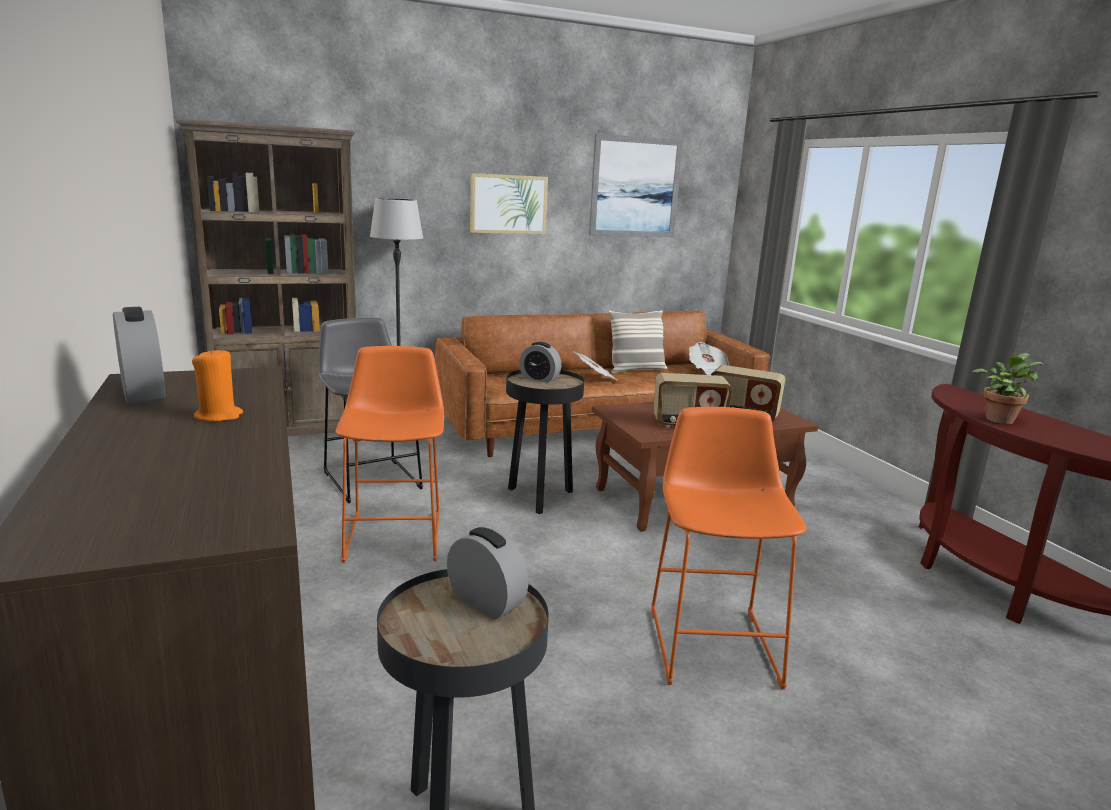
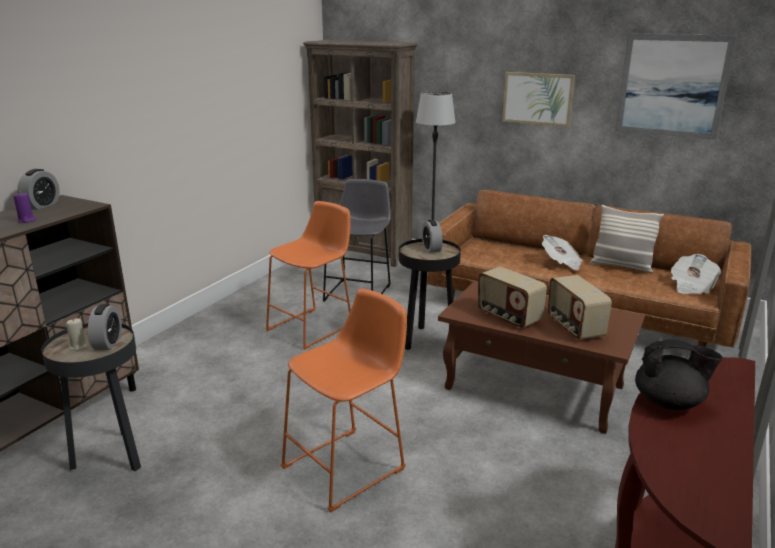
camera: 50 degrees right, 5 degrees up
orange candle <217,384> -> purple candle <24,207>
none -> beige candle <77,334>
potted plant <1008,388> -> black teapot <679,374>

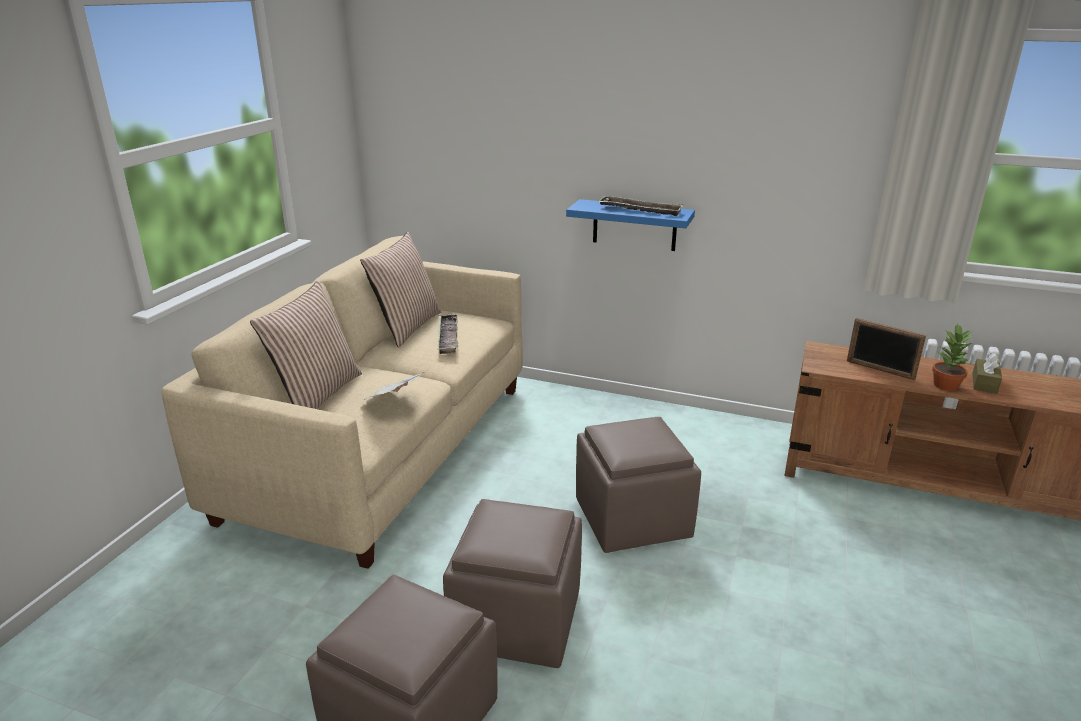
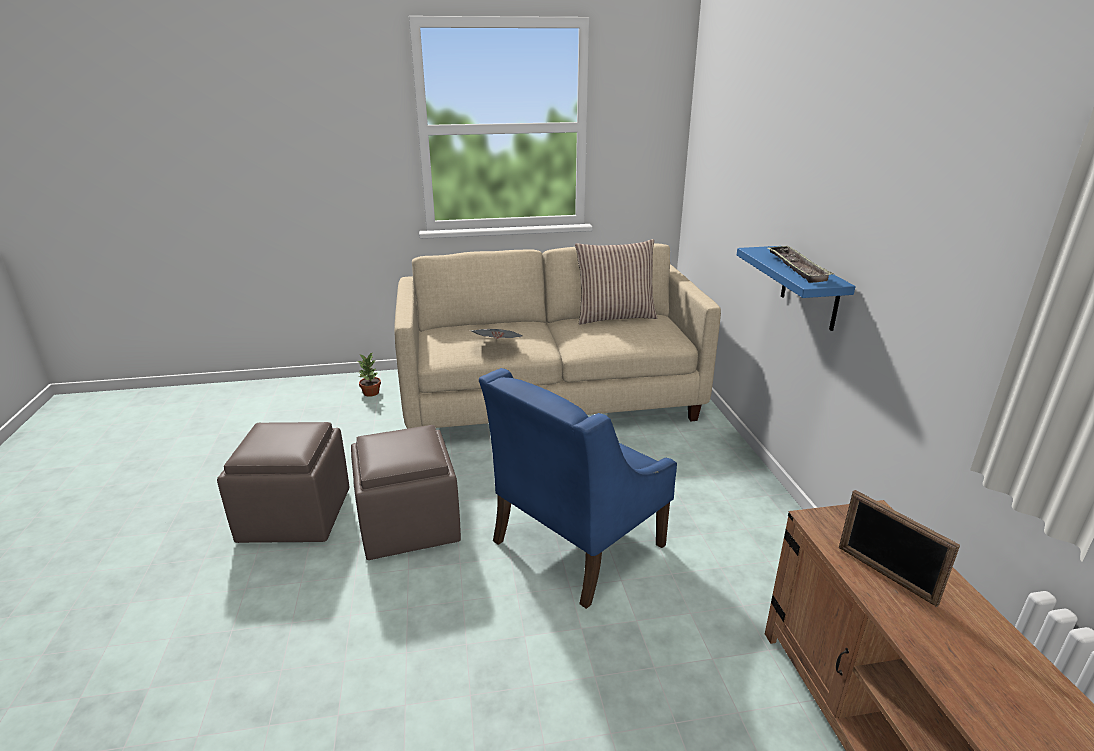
camera: 60 degrees right, 0 degrees up
potted plant <952,357> -> potted plant <369,375>, shifted
brown ottoman <638,485> -> blue armchair <578,488>
picture frame <886,349> -> picture frame <899,548>, 45 degrees counterclockwise
pillow <306,344> -> none
tray <448,334> -> none
brown tissue box <987,373> -> none

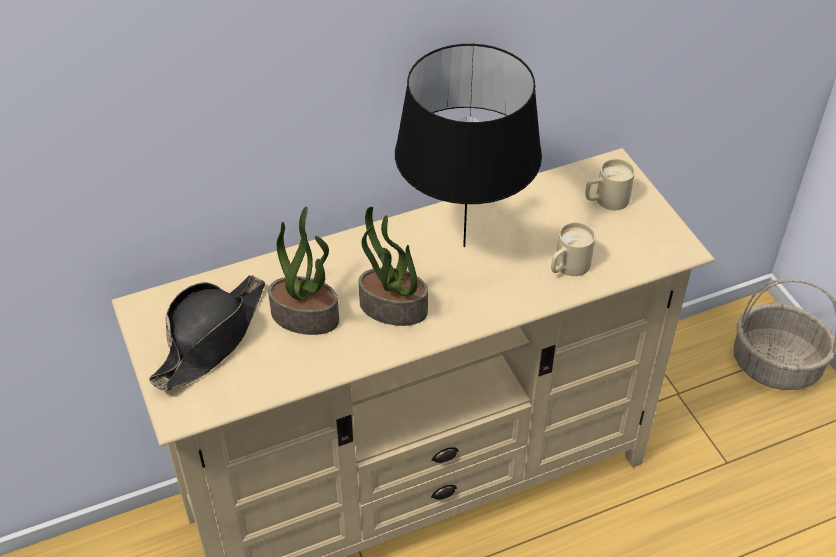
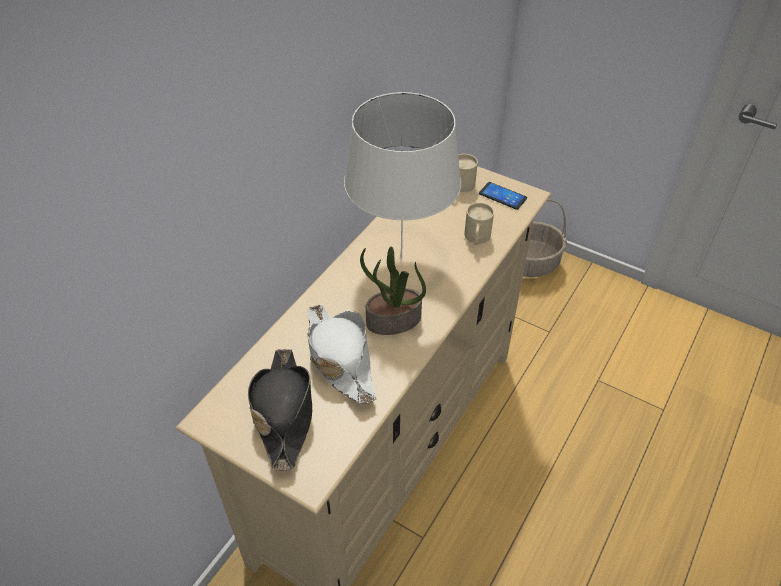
camera: 35 degrees left, 0 degrees up
potted plant <303,270> -> white hat <342,354>
black table lamp <468,145> -> white table lamp <402,175>
none -> phone <503,196>

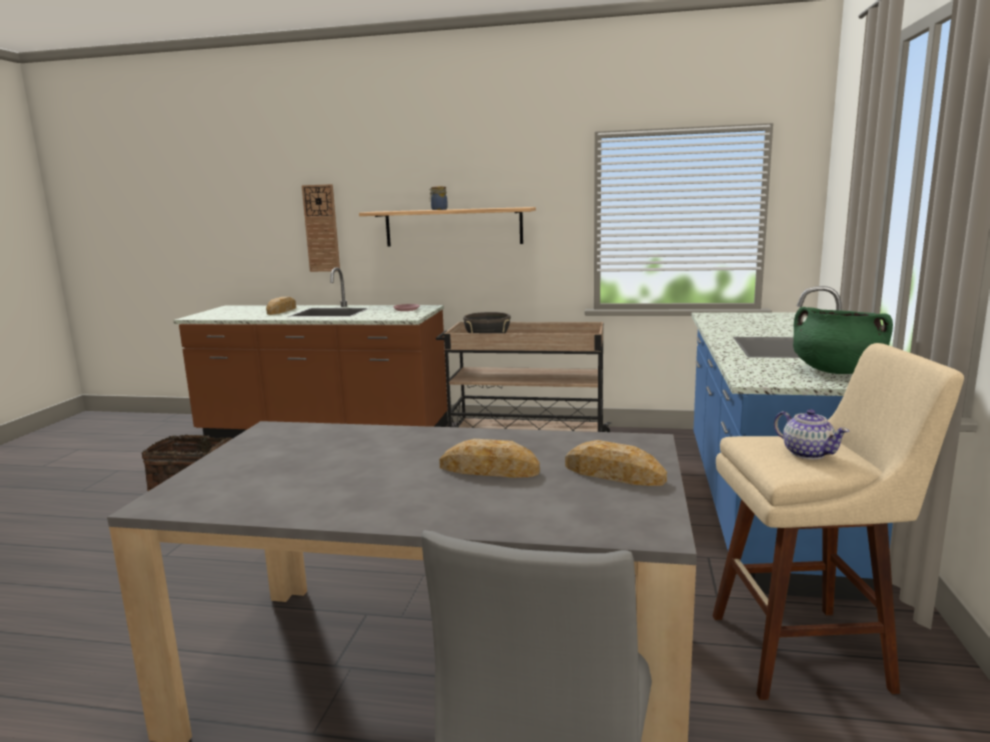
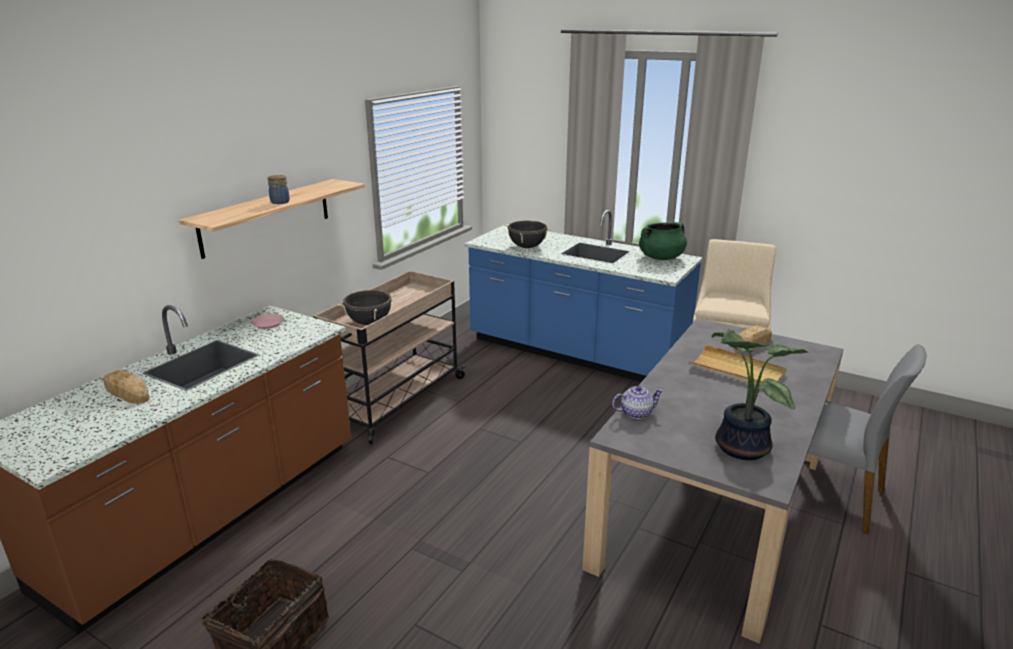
camera: 70 degrees left, 10 degrees up
none -> black cooking pot <527,234>
teapot <811,434> -> teapot <638,402>, shifted
bread <489,458> -> beige tray <738,366>
none -> potted plant <761,394>
wall clock <321,228> -> none

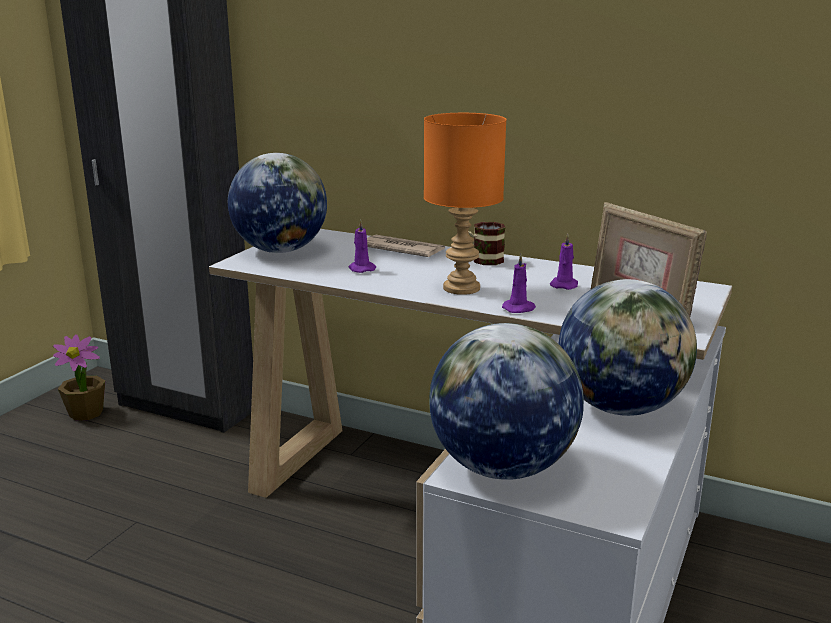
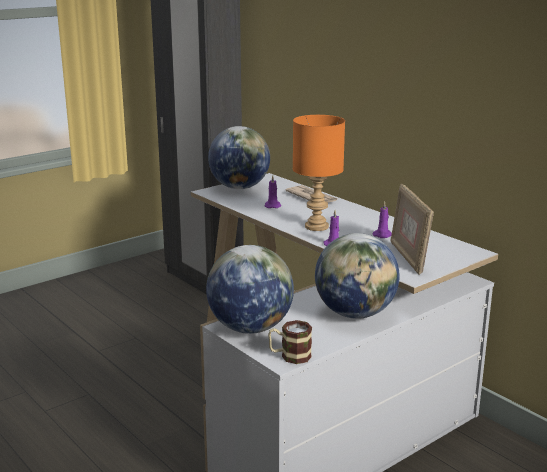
camera: 25 degrees right, 0 degrees up
mug <486,243> -> mug <290,342>, shifted
potted plant <79,378> -> none

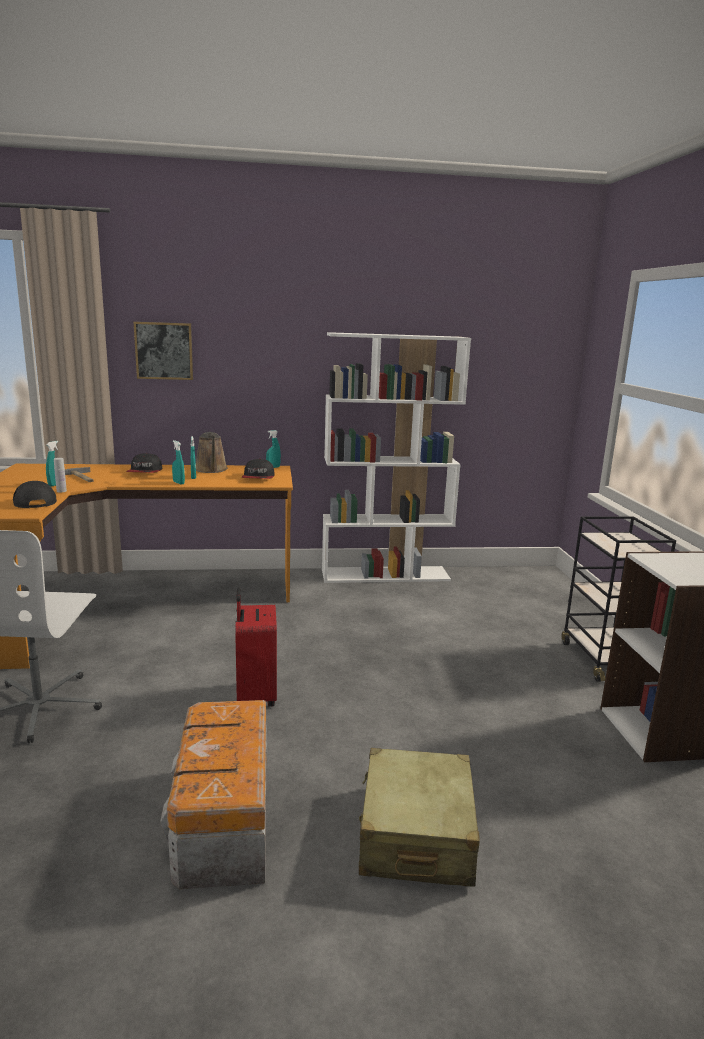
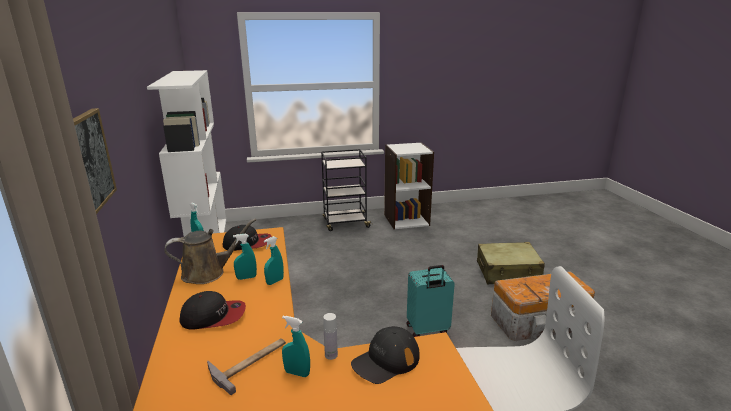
camera: 95 degrees left, 5 degrees up
red suitcase <256,647> -> turquoise suitcase <430,301>

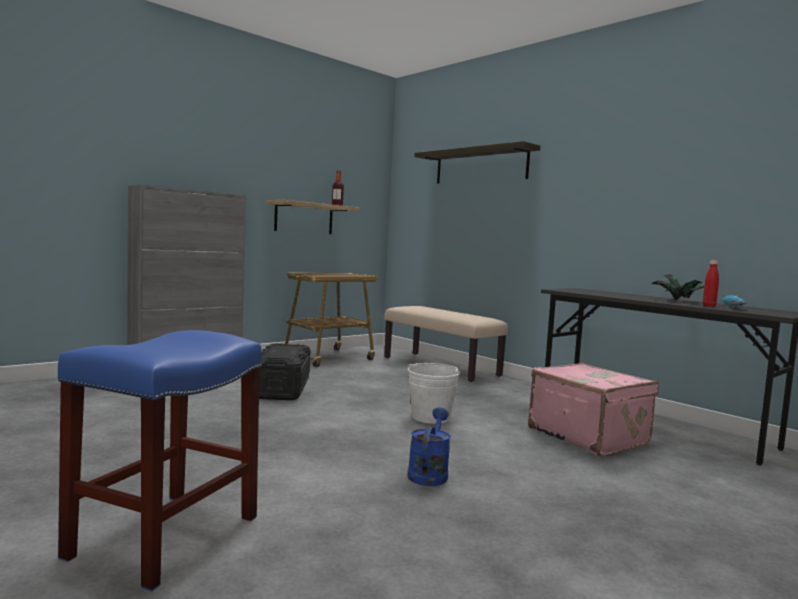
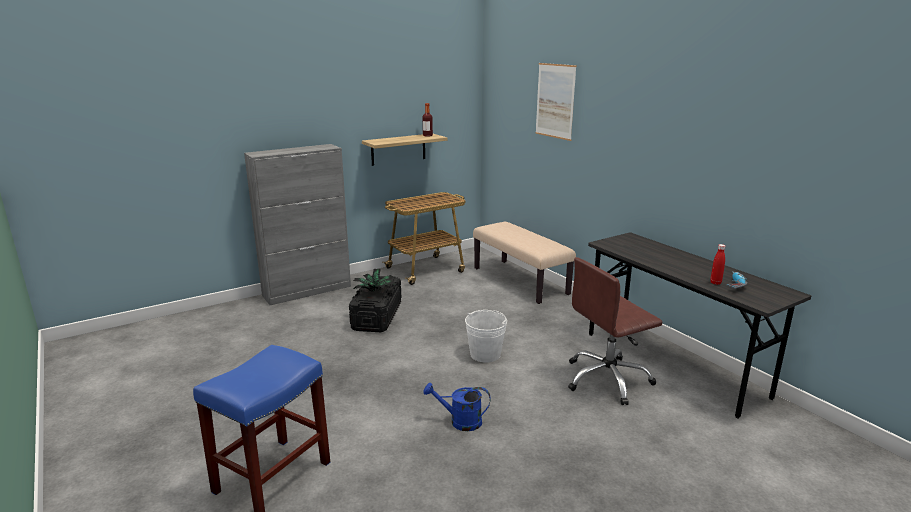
camera: 10 degrees right, 15 degrees up
potted plant <677,287> -> potted plant <374,280>, shifted
blue watering can <429,446> -> blue watering can <457,407>, 105 degrees counterclockwise
shelf <477,162> -> picture <556,102>
pink suitcase <593,409> -> brown office chair <615,331>

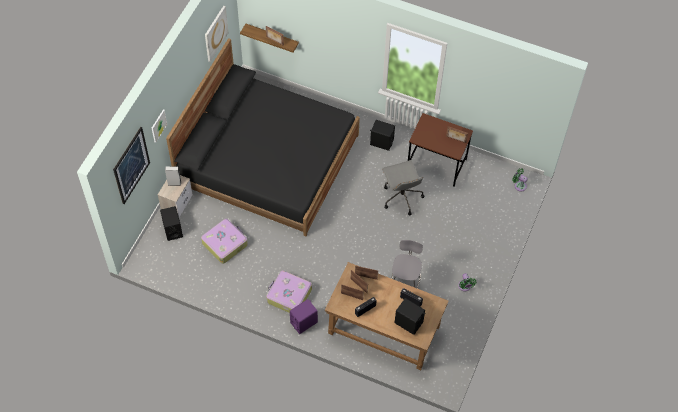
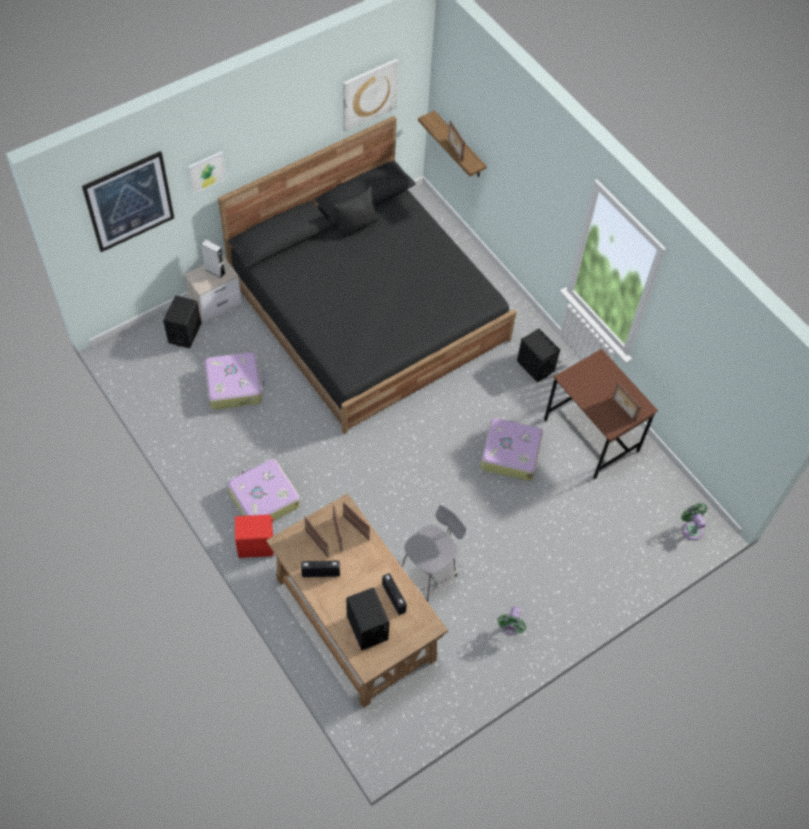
camera: 30 degrees right, 0 degrees up
purple speaker <304,316> -> red speaker <254,536>
none -> black pillow <356,212>
grey office chair <403,187> -> suitcase <511,449>

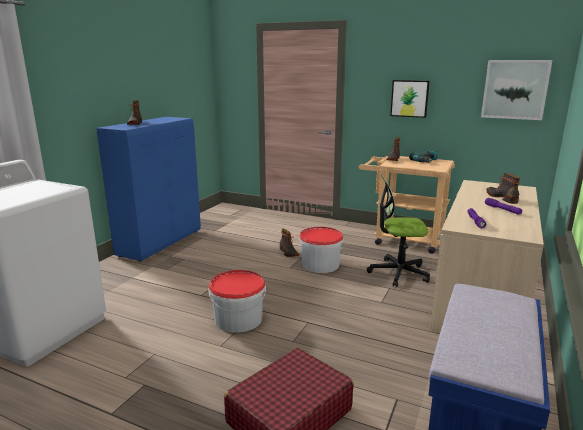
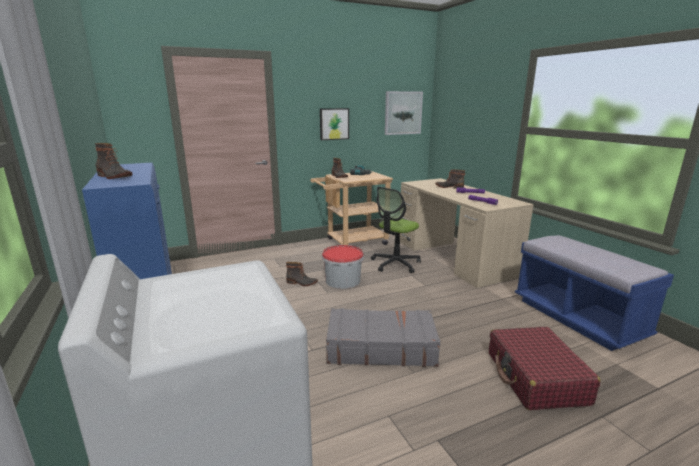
camera: 50 degrees left, 0 degrees up
bucket <237,301> -> grey suitcase <383,337>

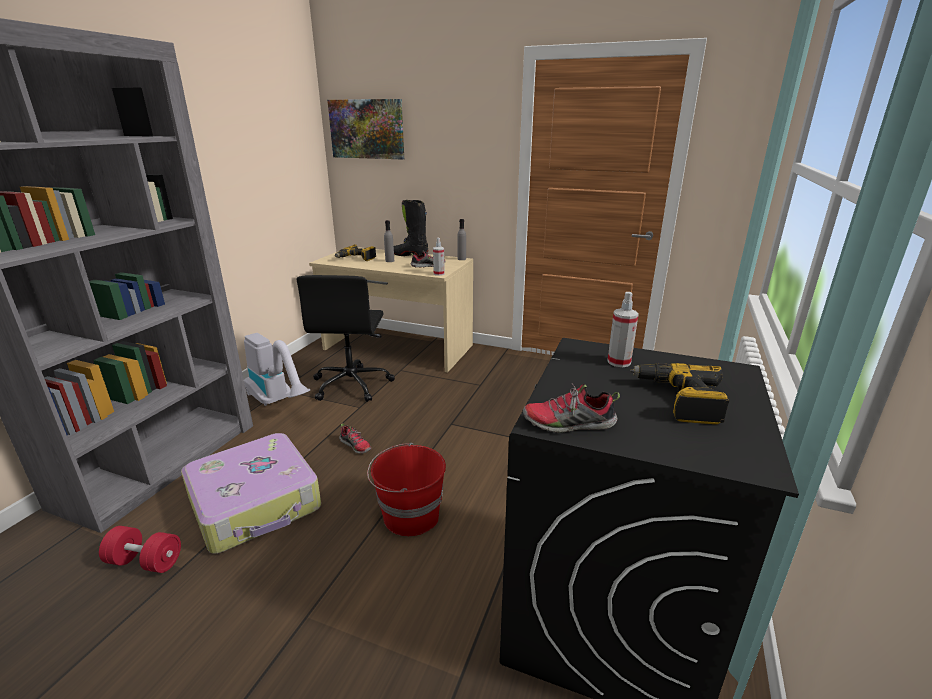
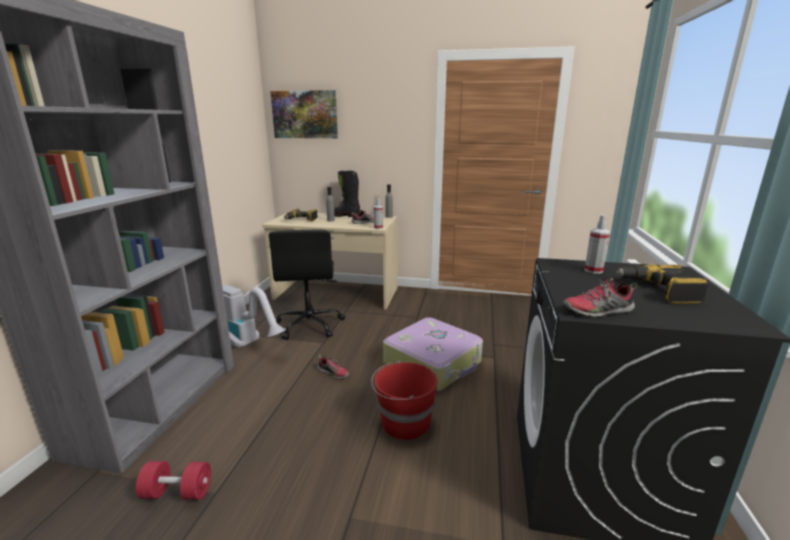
camera: 10 degrees left, 5 degrees down
suitcase <251,493> -> suitcase <433,354>, shifted

